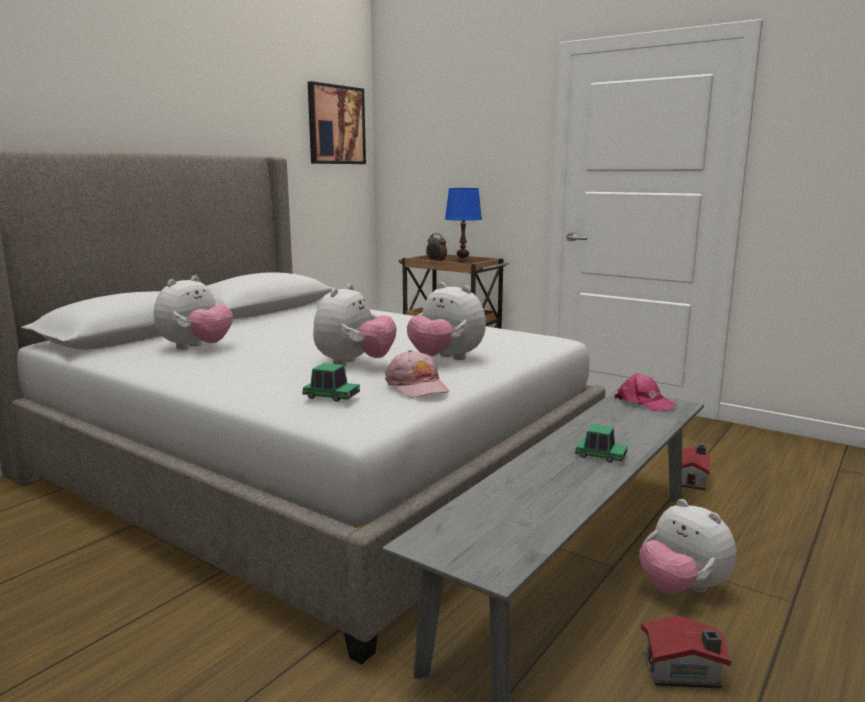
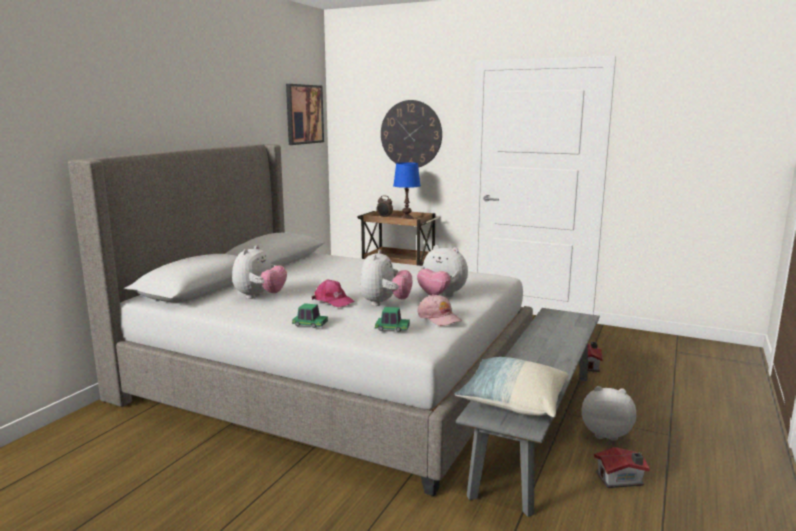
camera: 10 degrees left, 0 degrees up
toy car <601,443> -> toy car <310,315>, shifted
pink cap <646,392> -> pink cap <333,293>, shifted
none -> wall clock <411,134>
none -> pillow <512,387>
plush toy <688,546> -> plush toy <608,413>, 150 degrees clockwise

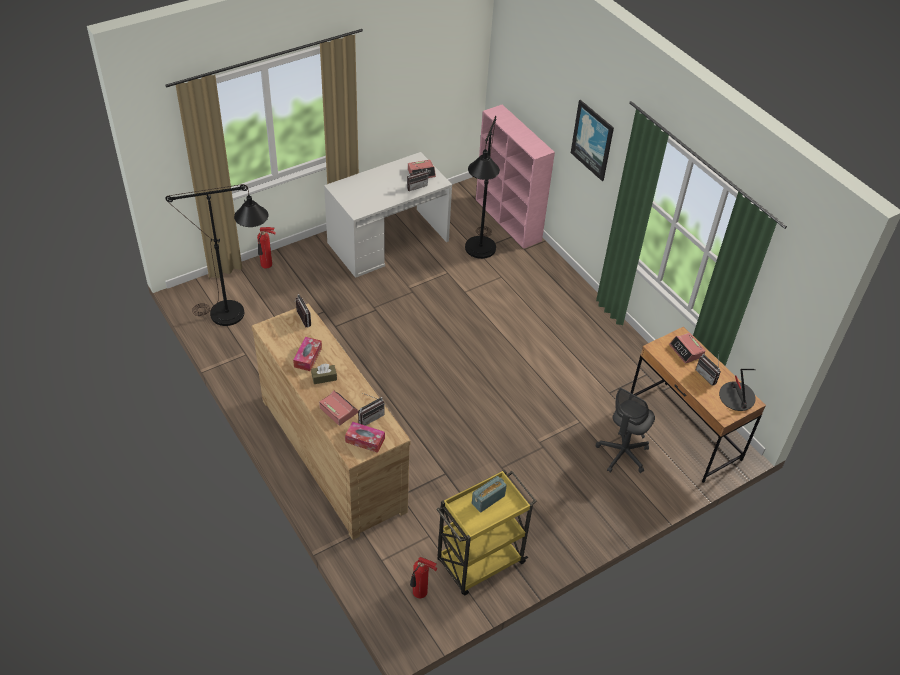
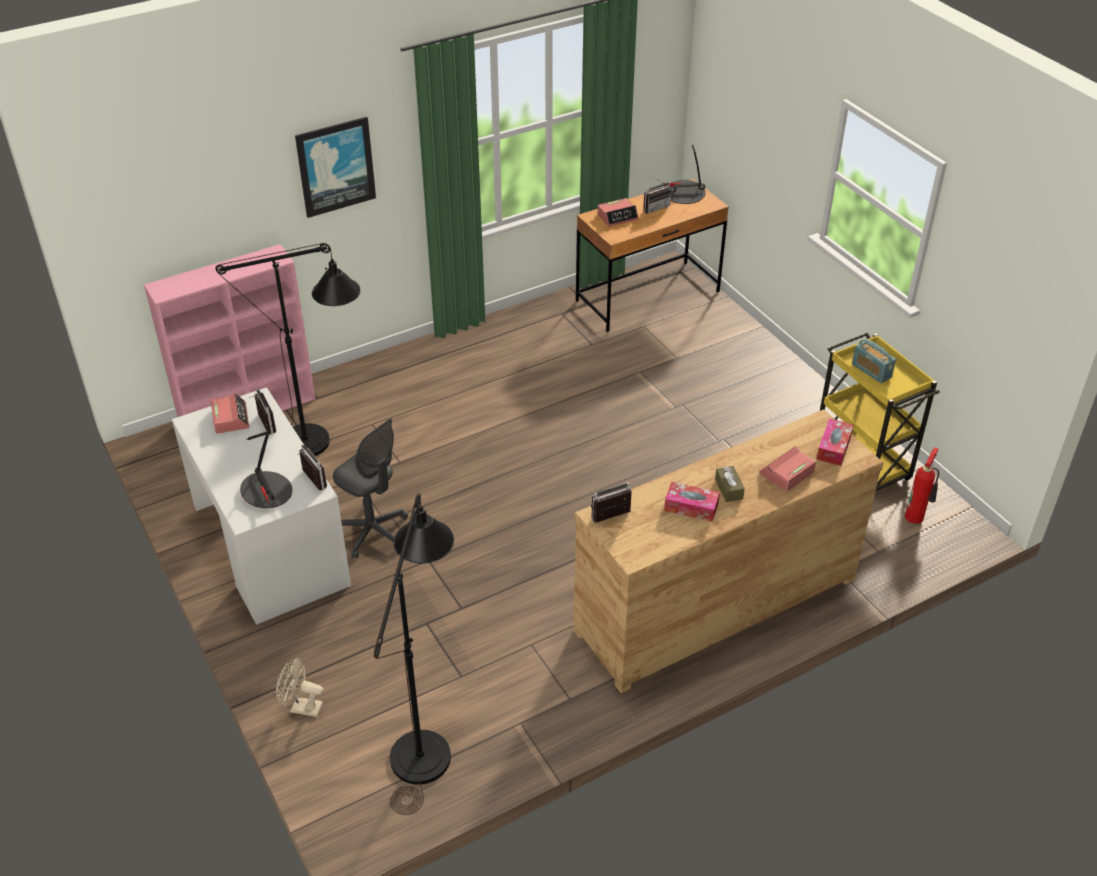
camera: 85 degrees left, 5 degrees down
none -> table lamp <266,469>
fire extinguisher <266,247> -> beige fan <299,687>
radio <371,409> -> radio <312,467>, shifted
grey office chair <625,430> -> grey office chair <370,488>, shifted

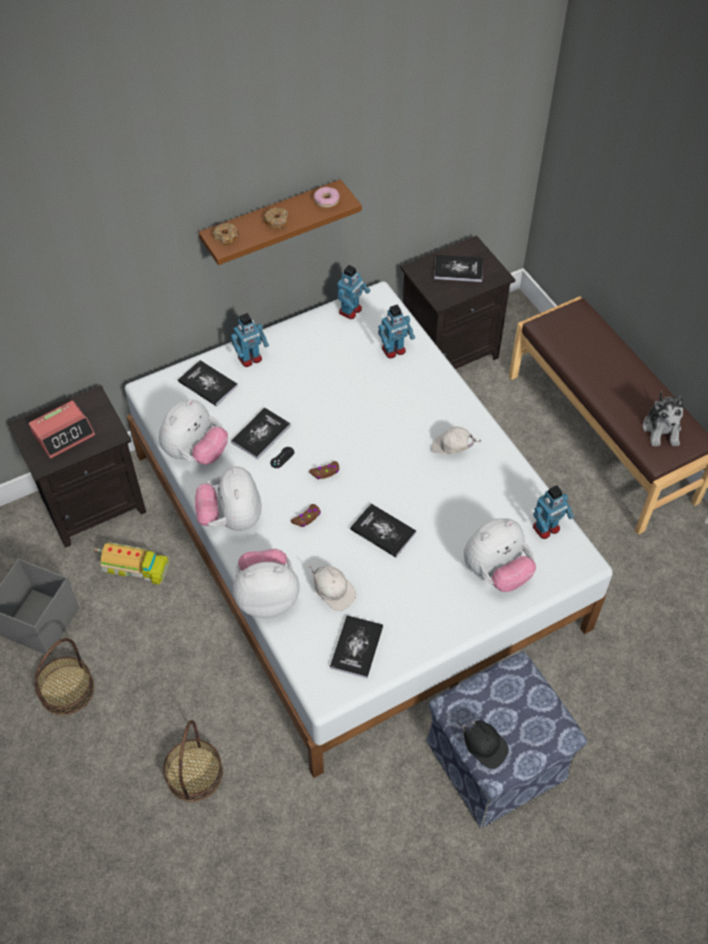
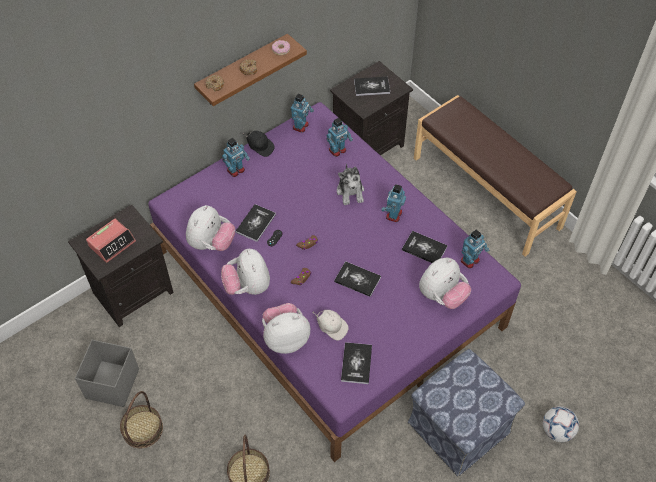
camera: 10 degrees left, 0 degrees up
white bed <369,529> -> purple bed <334,282>
black cap <483,745> -> black cap <258,144>, shifted
plush toy <663,418> -> plush toy <350,184>, shifted
white cap <456,440> -> toy robot <393,203>
book <208,383> -> book <425,247>, shifted
none -> football <561,424>
toy truck <132,563> -> none

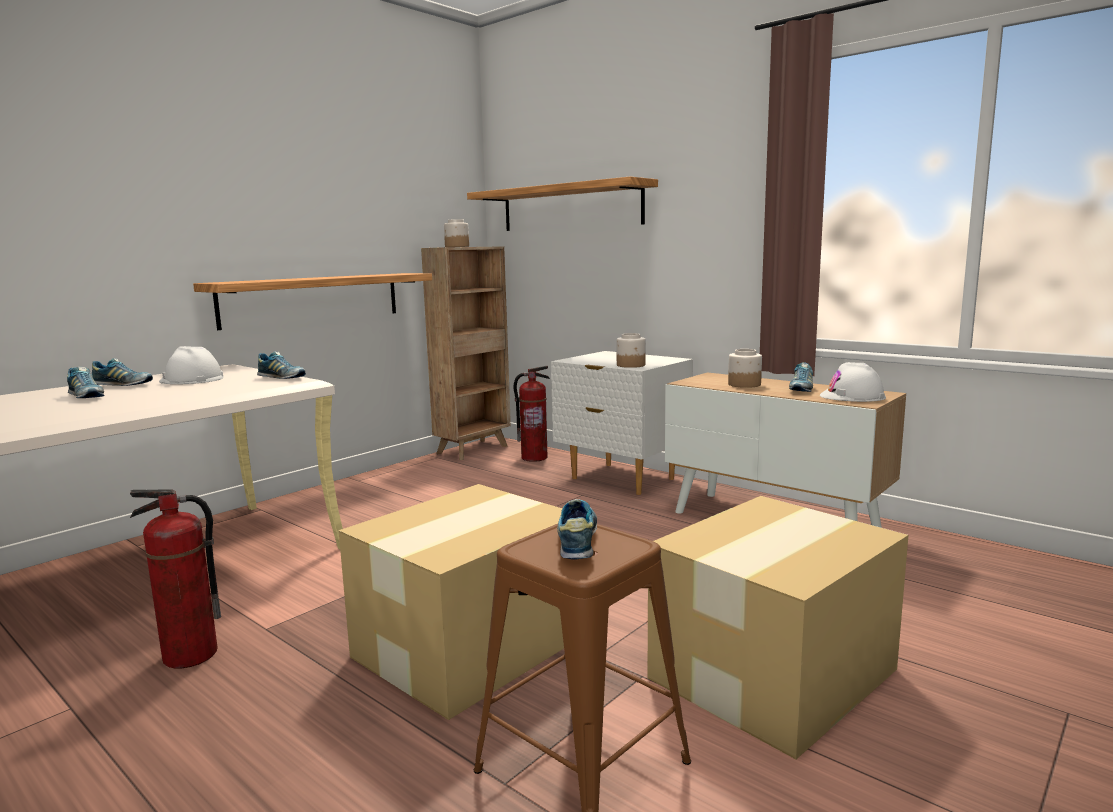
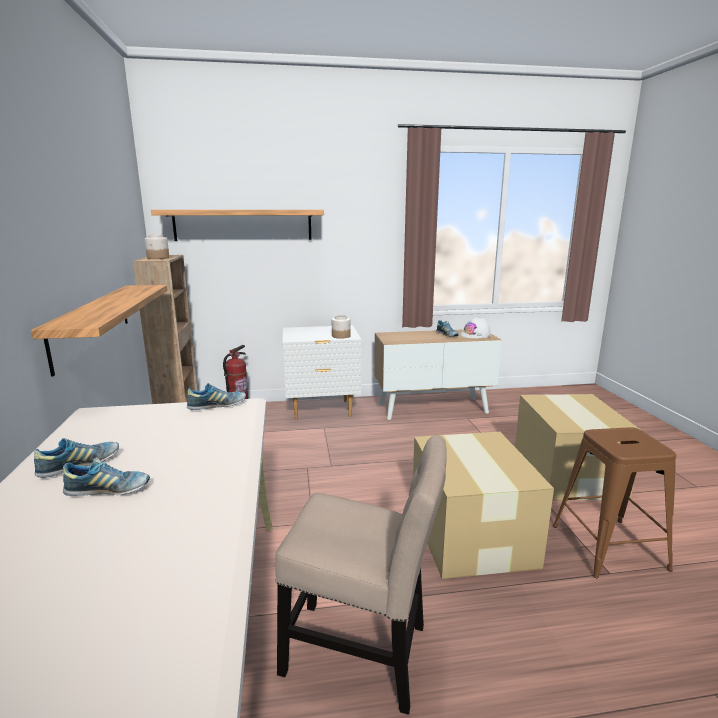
camera: 50 degrees left, 5 degrees up
fire extinguisher <175,578> -> beige chair <361,575>
white hard hat <191,365> -> none
shoe <577,529> -> none
jar <745,368> -> none

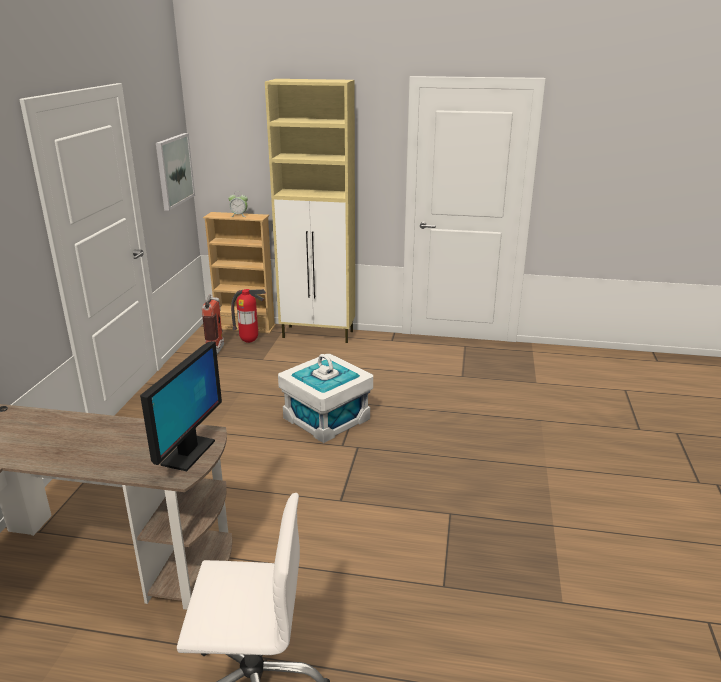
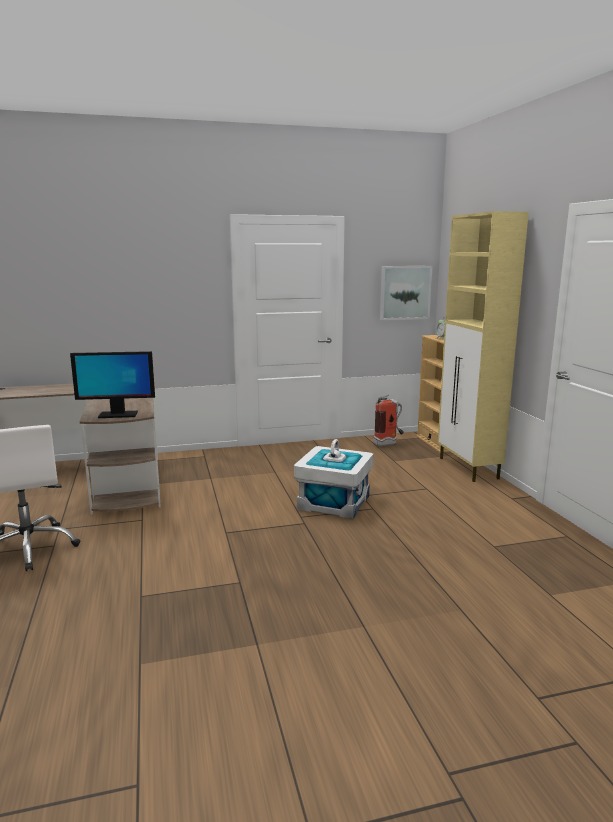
camera: 65 degrees right, 10 degrees down
fire extinguisher <248,316> -> none

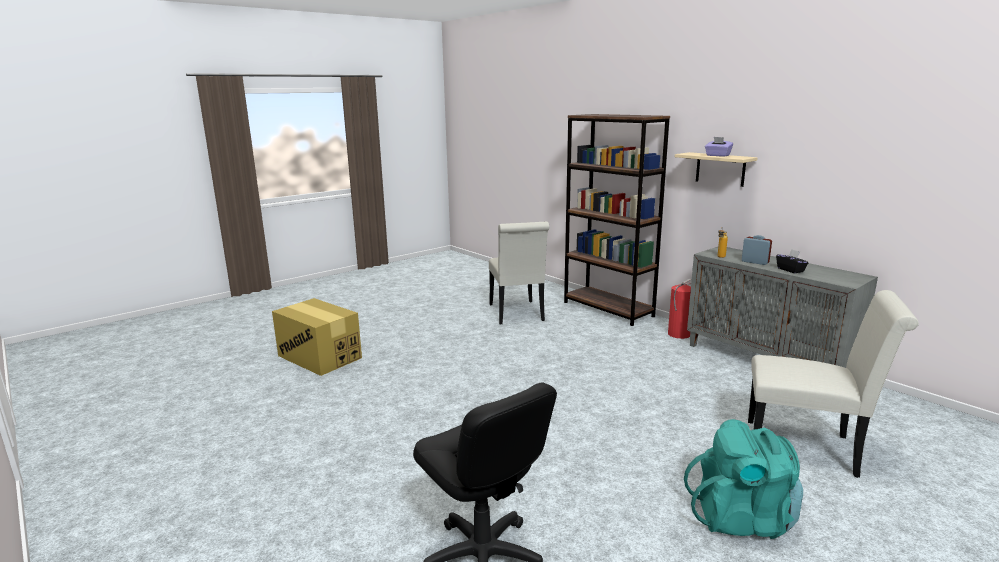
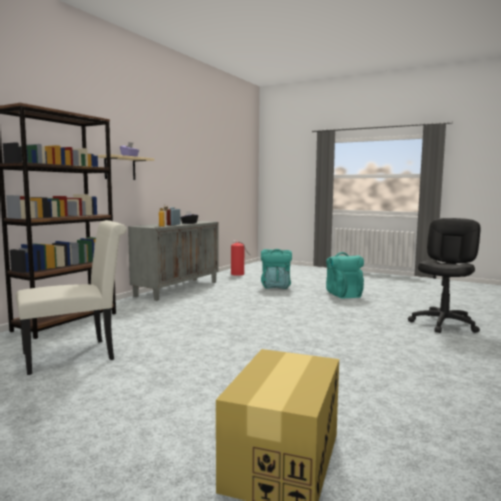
camera: 110 degrees left, 10 degrees down
fire extinguisher <680,309> -> fire extinguisher <241,258>, shifted
white chair <833,384> -> turquoise backpack <276,269>

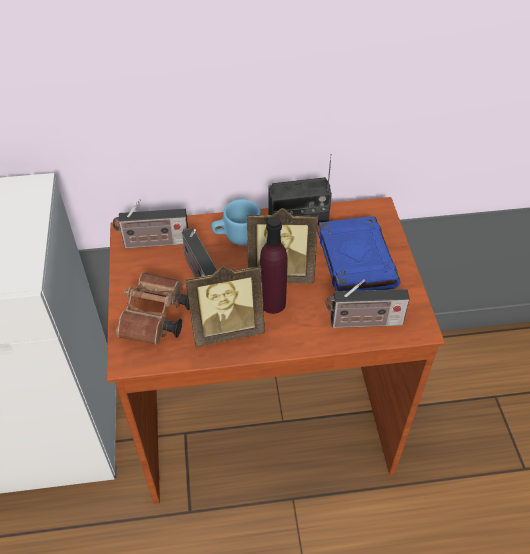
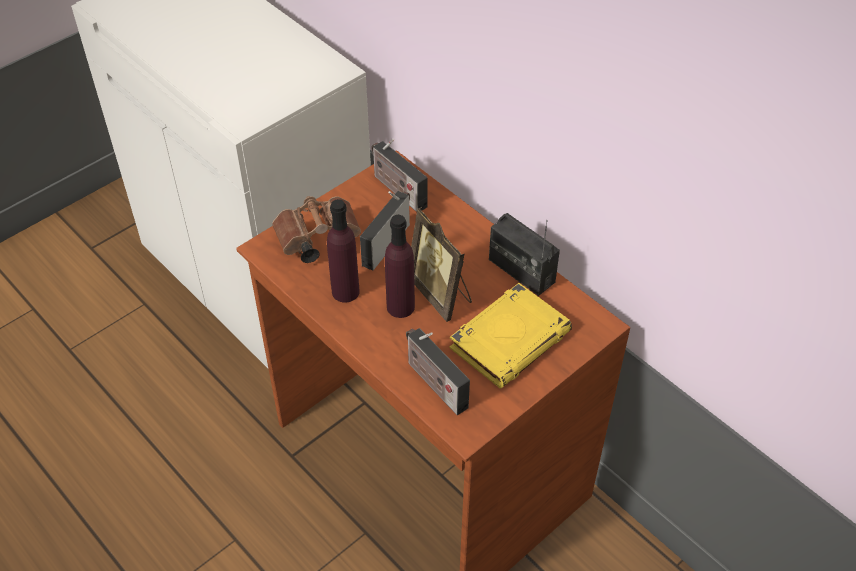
camera: 55 degrees right, 0 degrees up
picture frame <225,306> -> purple bottle <343,251>
blue book <359,253> -> yellow book <511,335>
blue mug <236,222> -> none

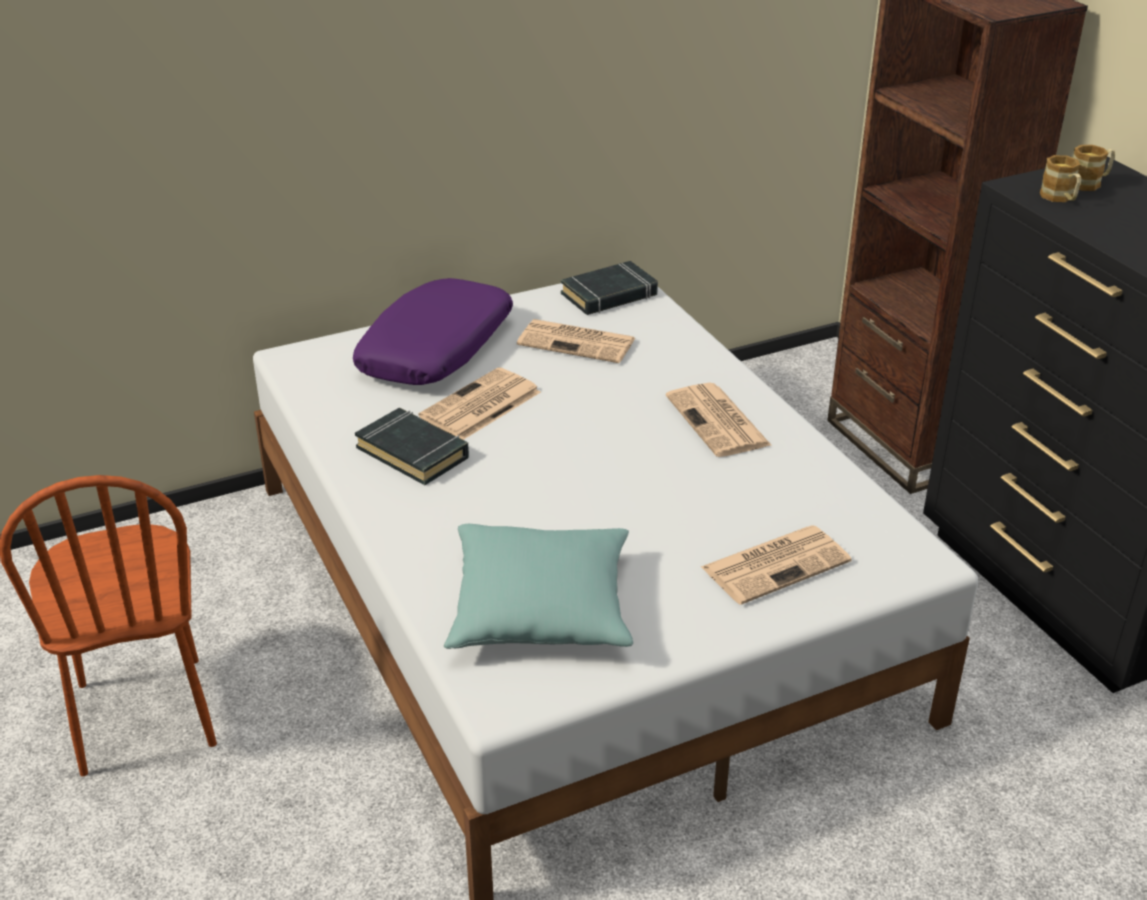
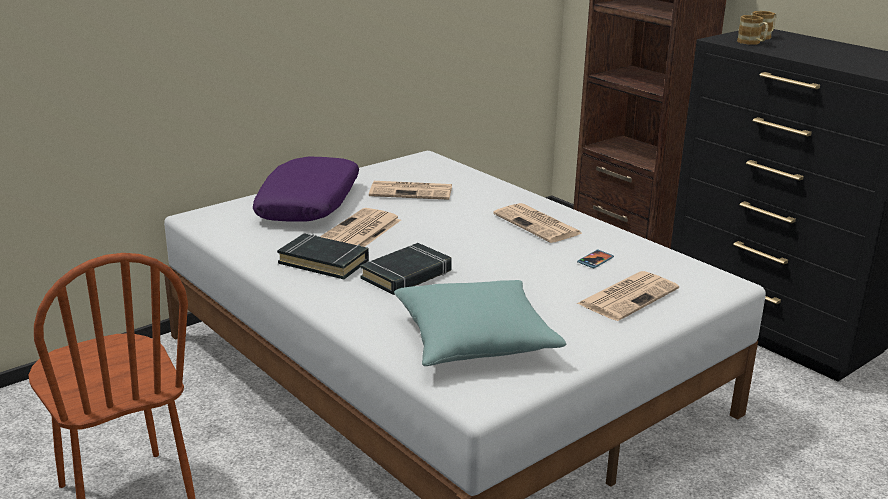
camera: 15 degrees left, 10 degrees down
black book <609,288> -> black book <406,269>, shifted
none -> phone <595,259>

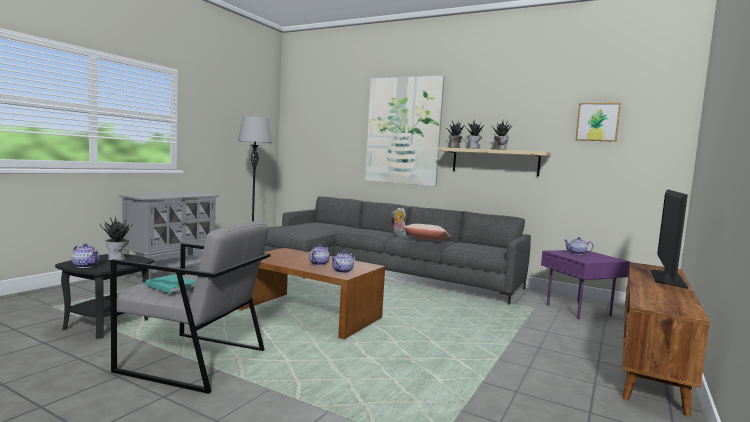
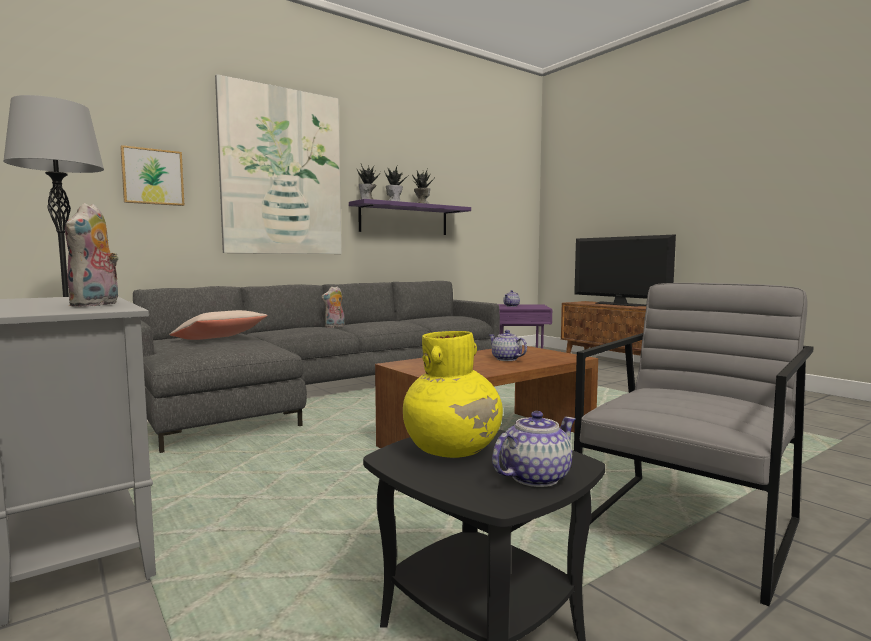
camera: 65 degrees left, 0 degrees up
none -> plush toy <92,255>
picture <598,122> -> picture <152,175>, shifted
beige pillow <427,232> -> beige pillow <218,325>, shifted
beige shelf <494,161> -> purple shelf <410,217>
potted plant <116,239> -> yellow vase <453,394>
turquoise book <171,284> -> none
teapot <343,262> -> none

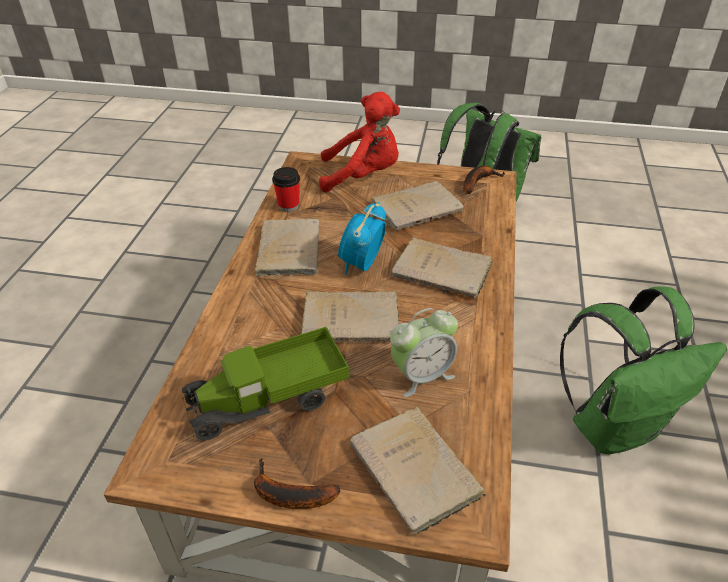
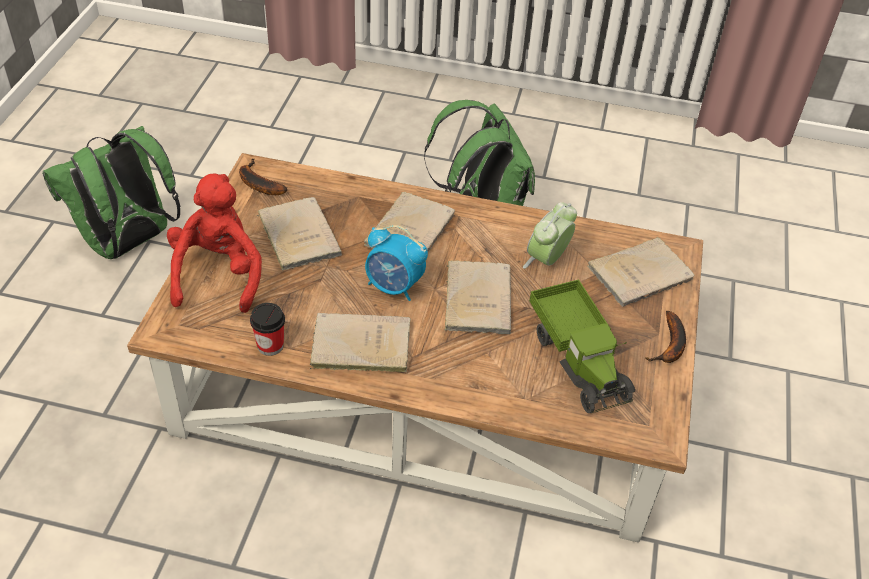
camera: 90 degrees left, 5 degrees up
alarm clock <424,352> -> alarm clock <550,235>, 120 degrees counterclockwise

